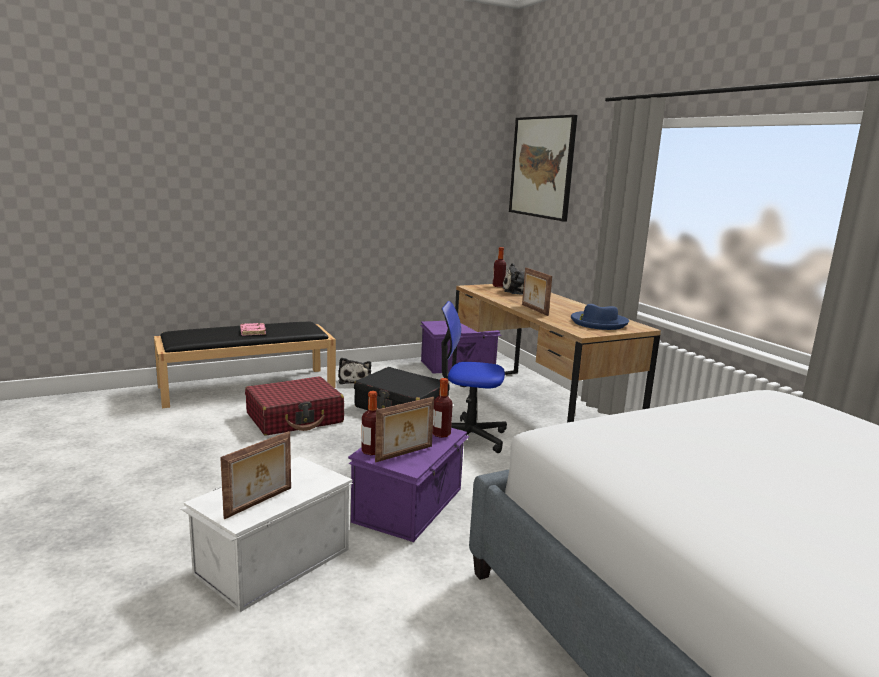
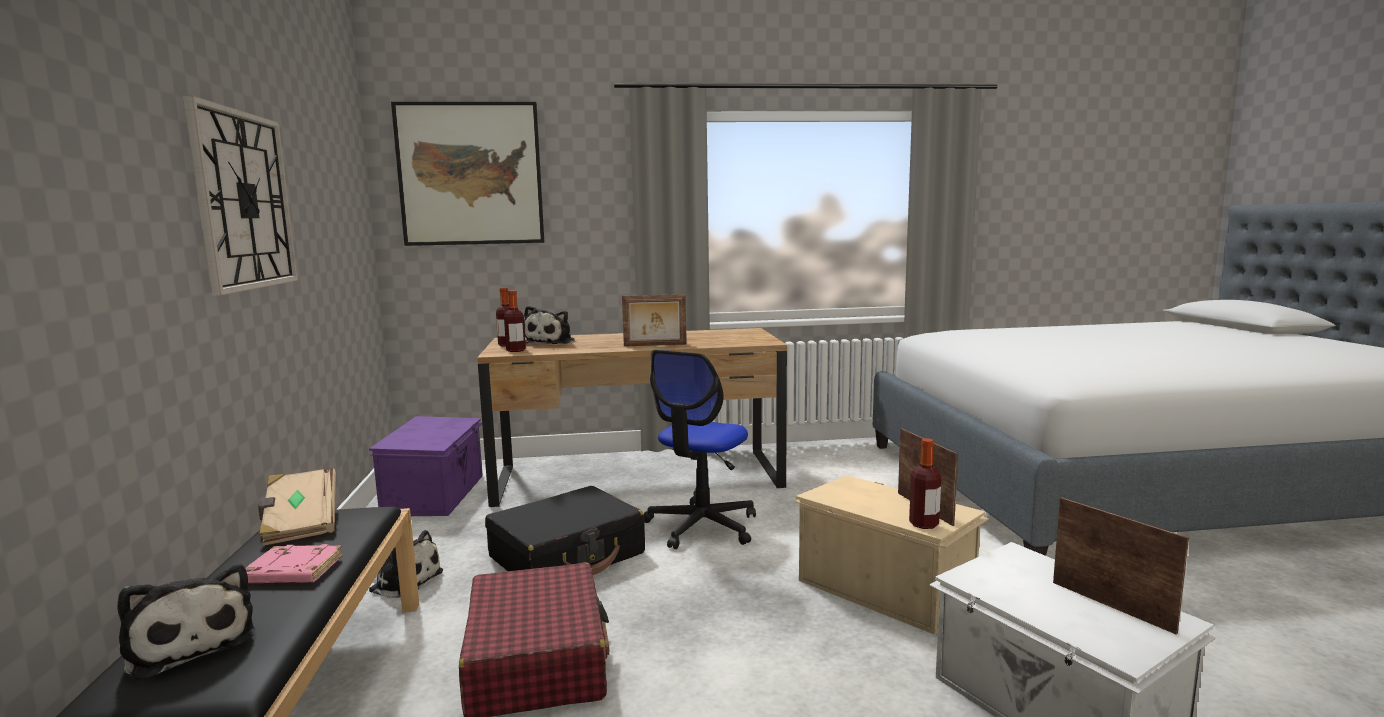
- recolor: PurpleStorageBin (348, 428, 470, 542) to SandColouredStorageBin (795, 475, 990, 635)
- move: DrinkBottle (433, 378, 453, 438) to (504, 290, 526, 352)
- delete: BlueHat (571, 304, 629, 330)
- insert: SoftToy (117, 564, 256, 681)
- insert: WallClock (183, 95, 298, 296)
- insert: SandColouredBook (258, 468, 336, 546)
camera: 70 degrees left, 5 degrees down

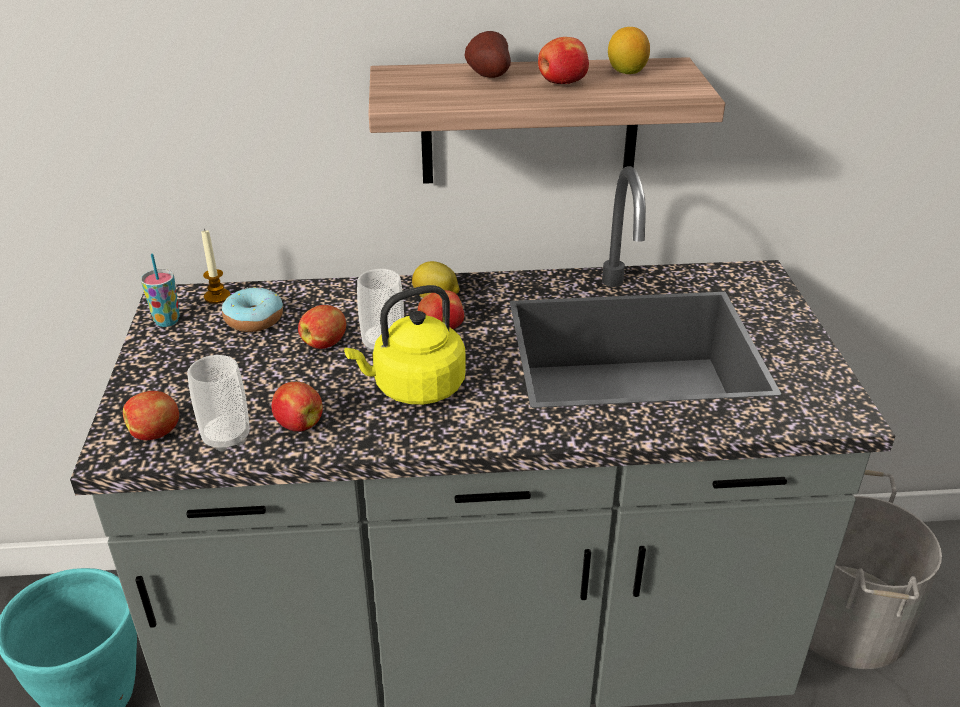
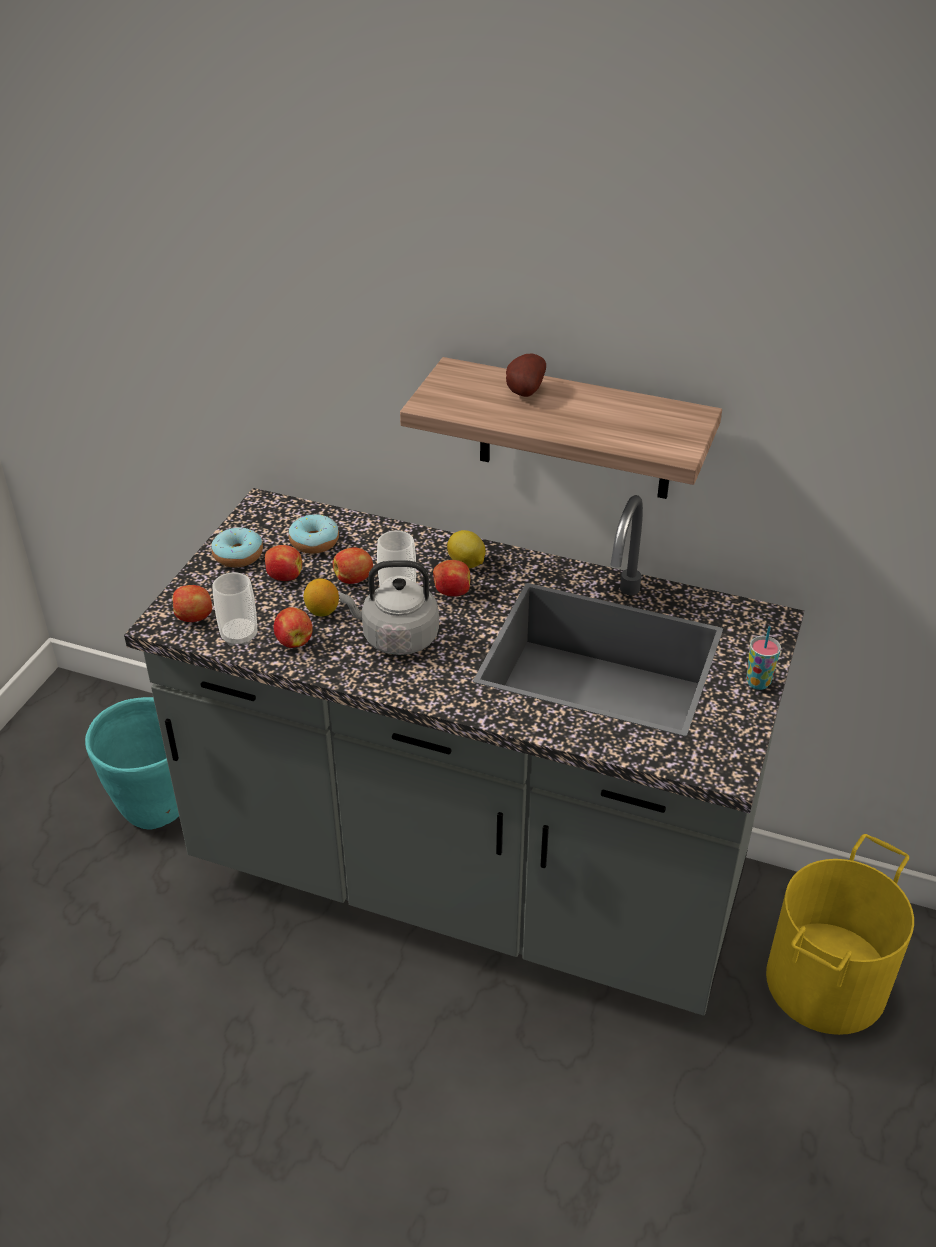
- move: SmallCup (140, 254, 180, 327) to (746, 626, 781, 690)
- delete: Candle (201, 229, 230, 304)
- recolor: YellowColouredTeaKettle (344, 285, 466, 405) to GrayTeaKettle (339, 560, 439, 655)
- move: AppleFruit (538, 37, 589, 84) to (265, 545, 302, 581)
- move: WholeLemon (608, 27, 650, 74) to (303, 578, 339, 616)
- recolor: GrayWaterBucket (809, 470, 942, 669) to YellowColouredWaterBucket (766, 834, 914, 1035)
- insert: Doughnut (211, 527, 263, 567)
camera: 25 degrees right, 5 degrees up

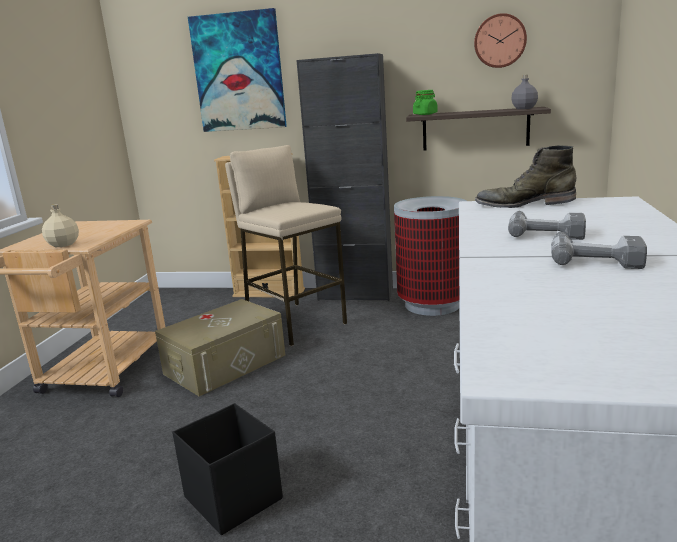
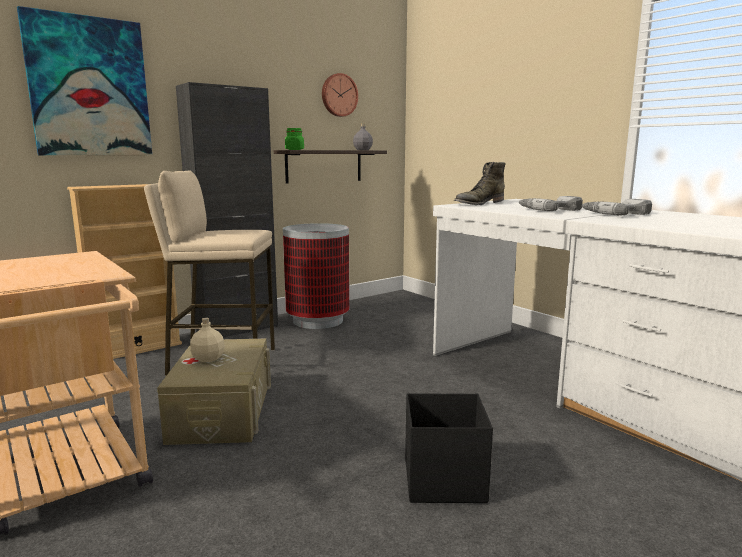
- move: SandColouredDrinkBottle (42, 204, 79, 247) to (190, 318, 225, 362)
camera: 50 degrees left, 5 degrees down

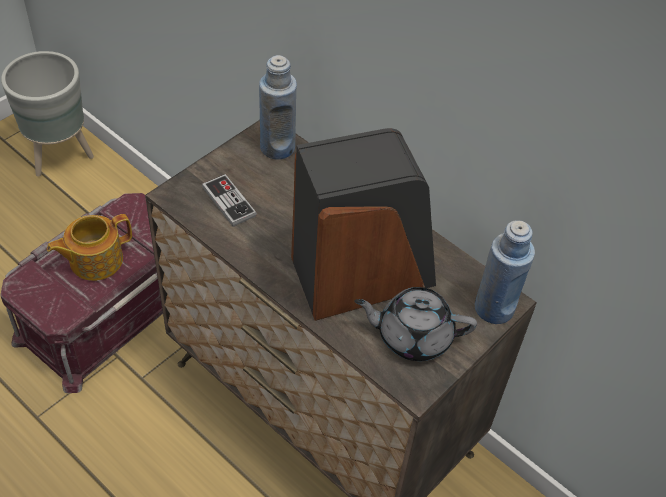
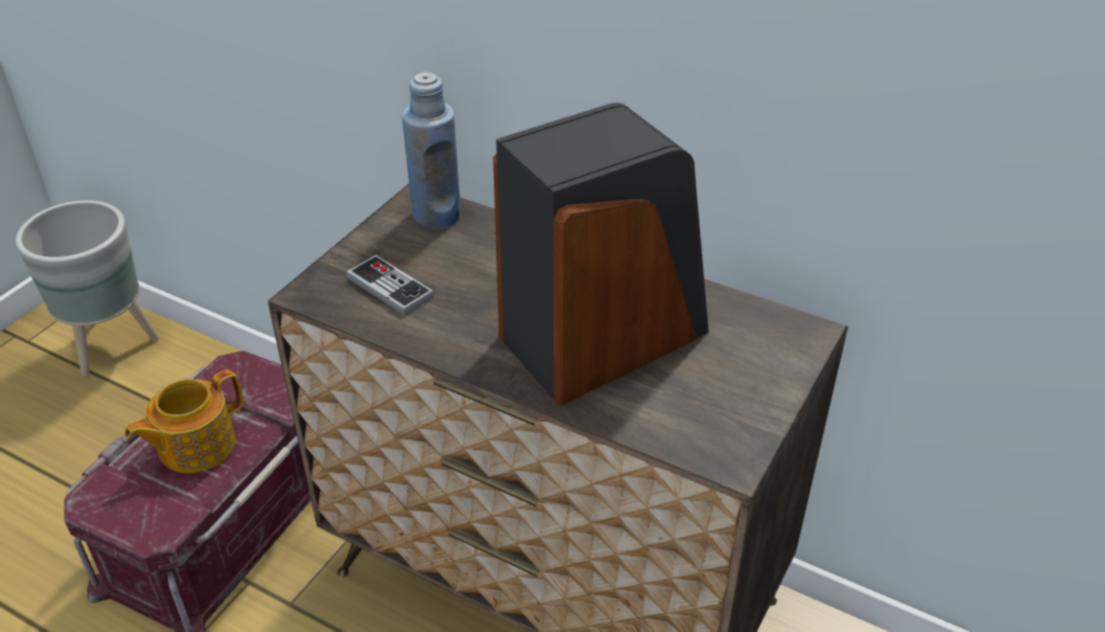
- delete: GrayTeapot (354, 287, 477, 361)
- delete: BlueDrinkBottle (475, 220, 535, 324)
camera: 10 degrees left, 10 degrees down

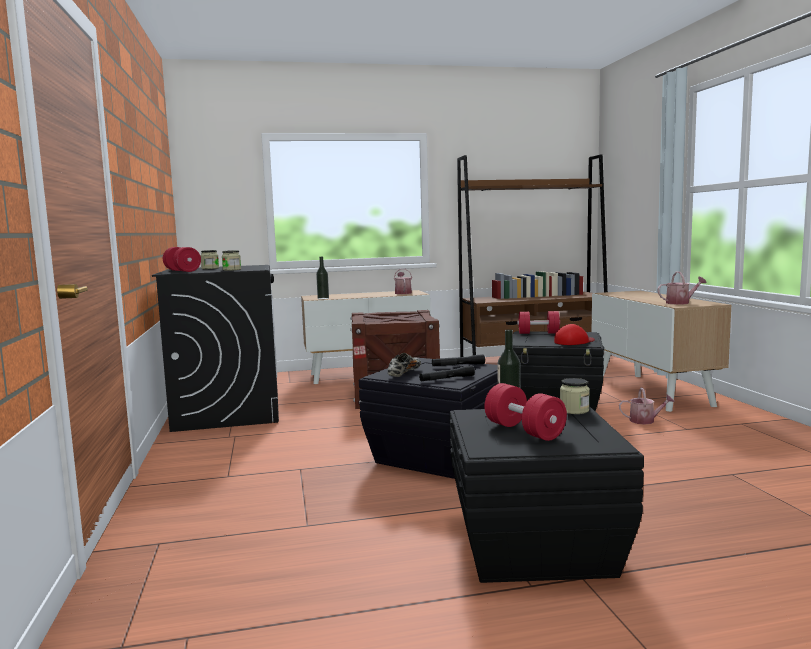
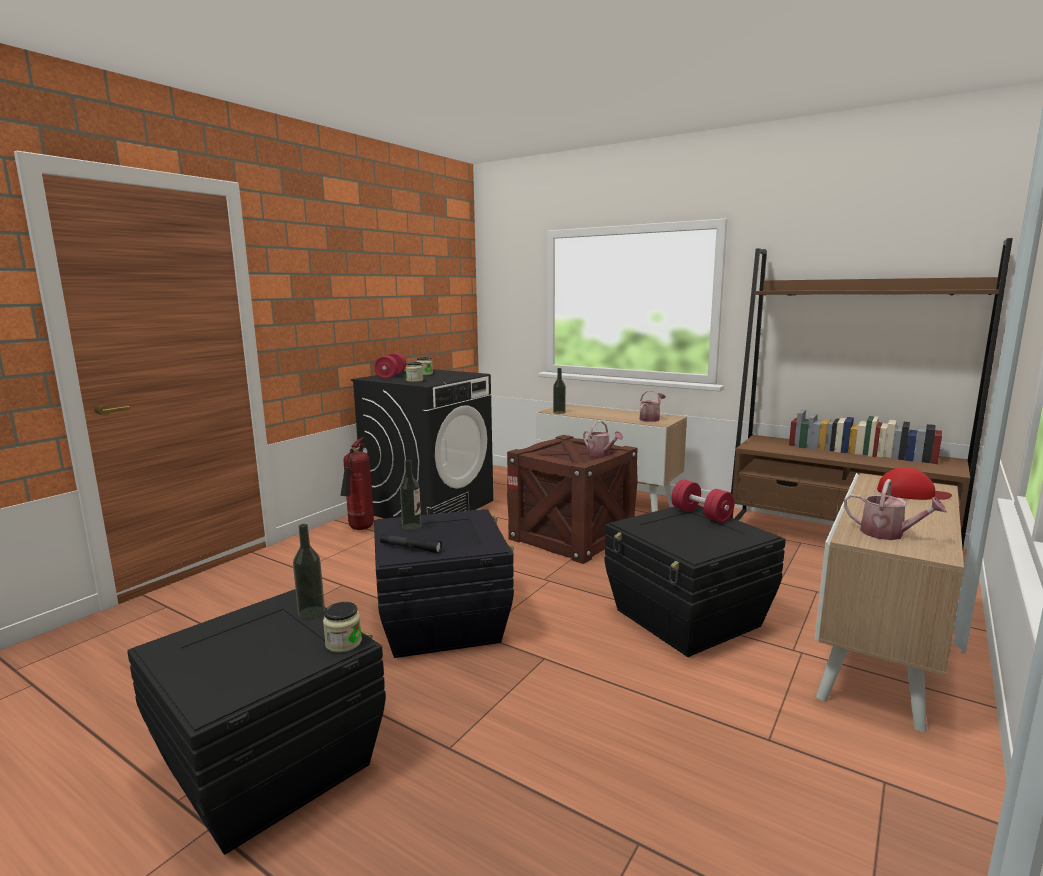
- replace: ItemOfFootwear (387, 353, 421, 377) to DrinkBottle (400, 460, 421, 530)
- delete: BlackFlashlight (432, 354, 485, 366)
- delete: RedFreeWeight (485, 383, 567, 441)
- move: RedBaseballCap (554, 324, 595, 345) to (877, 467, 952, 500)
- move: WateringCan (619, 388, 675, 425) to (583, 421, 623, 457)
- insert: FireFightingCylinder (340, 437, 374, 530)
camera: 45 degrees right, 5 degrees up

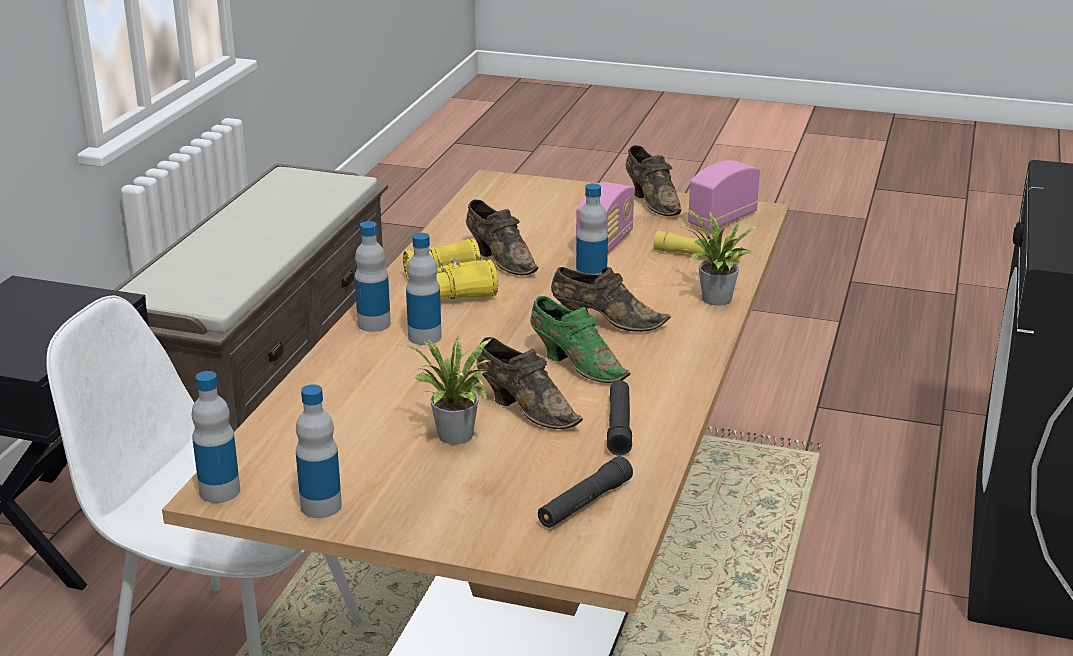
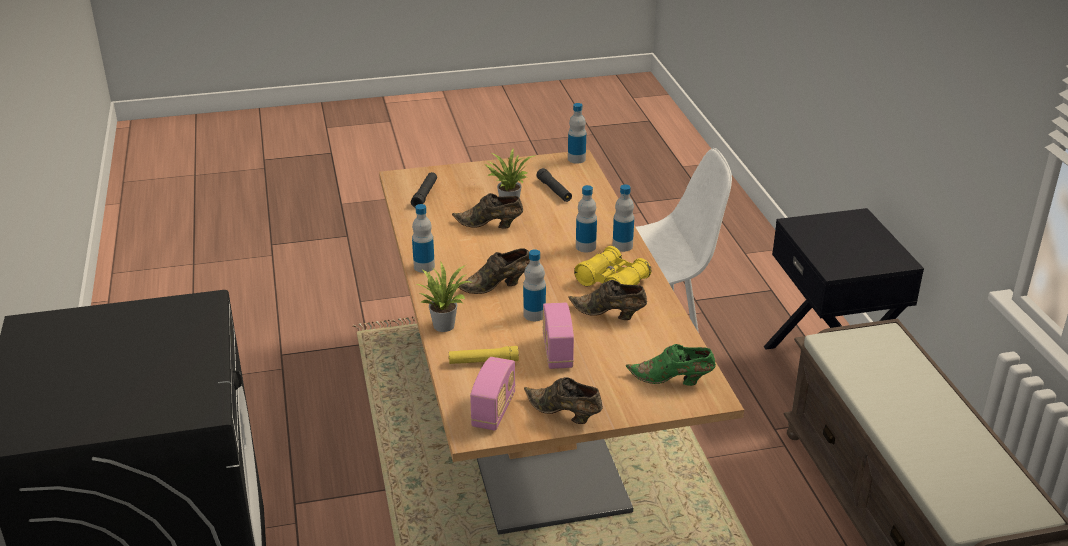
- move: DrinkBottle (296, 384, 342, 518) to (412, 204, 435, 273)
- move: GreenColouredItemOfFootwear (530, 296, 630, 383) to (626, 344, 716, 386)
- move: BlackFlashlight (607, 380, 632, 456) to (537, 168, 572, 202)
camera: 150 degrees right, 5 degrees up

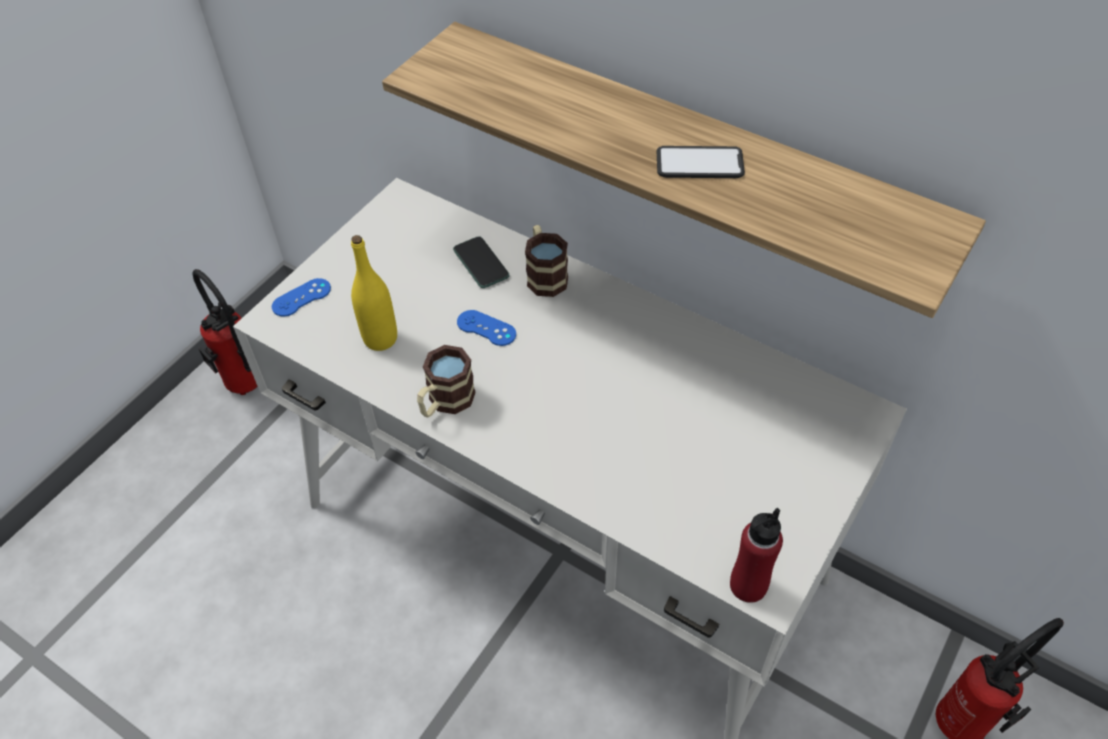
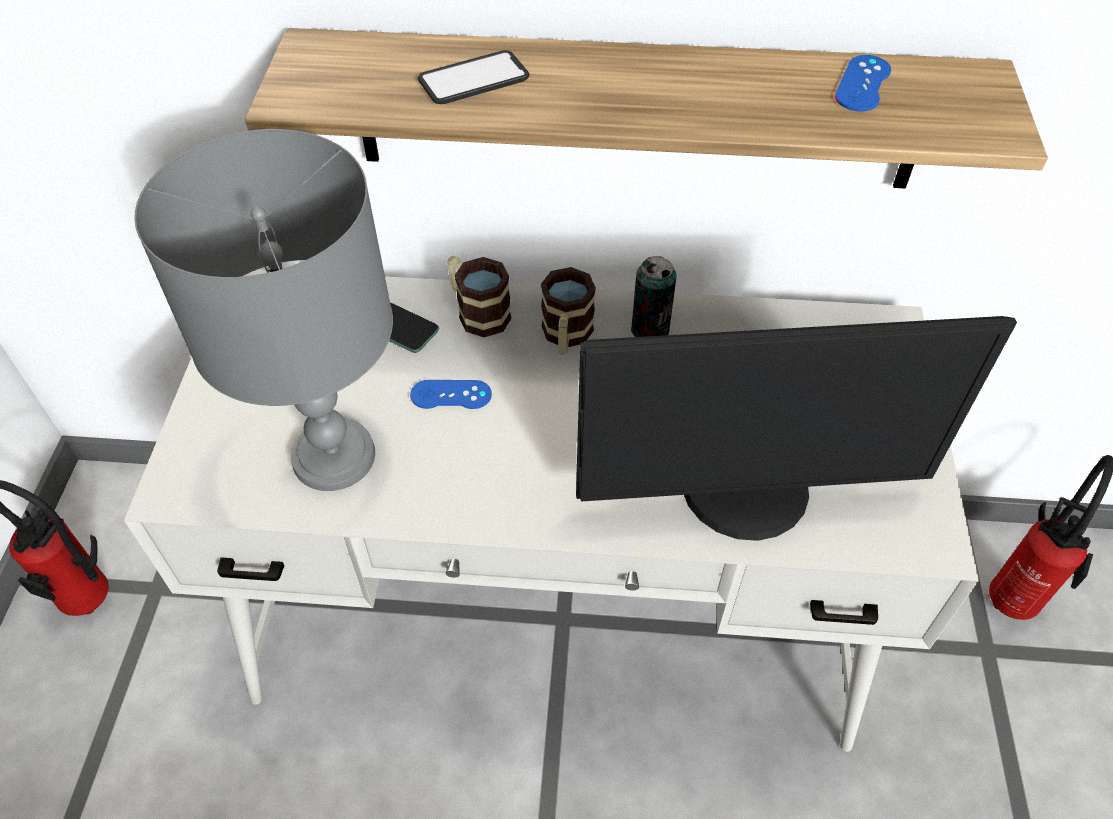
- move: BlueJoypad (272, 278, 331, 317) to (835, 55, 891, 111)
- replace: YellowColouredDrinkBottle (351, 235, 397, 351) to GrayLampForATable (134, 129, 393, 491)
- move: CoffeeMug (417, 345, 476, 418) to (541, 267, 596, 355)
- move: Phone (657, 146, 745, 178) to (418, 50, 530, 104)
- delete: RedDrinkBottle (730, 508, 783, 603)
- insert: Monitor (576, 316, 1017, 541)
- insert: MetalCan (631, 256, 676, 337)
camera: 30 degrees left, 0 degrees up

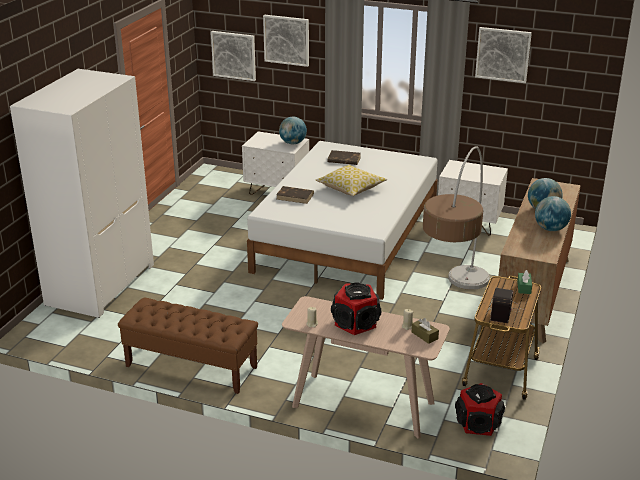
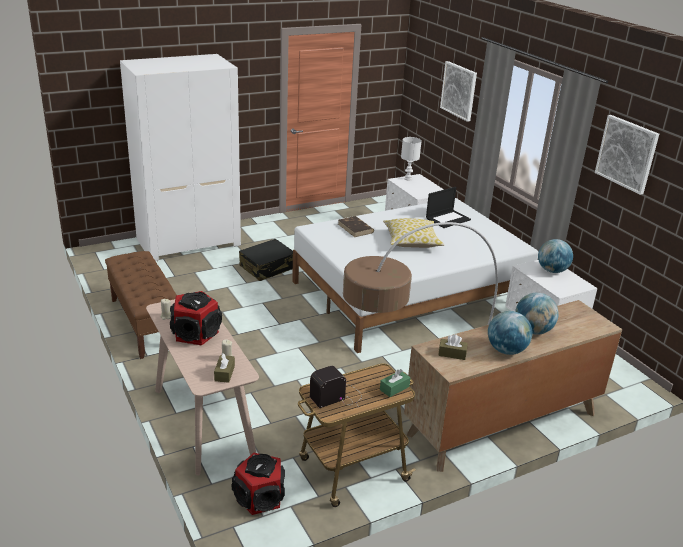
- delete: Picture (211, 31, 256, 81)
- move: DeskGlobe (279, 117, 307, 144) to (538, 239, 573, 273)
- replace: BrownColouredBook (327, 150, 361, 165) to PortableComputer (426, 187, 471, 228)
- insert: BlackSuitcase (239, 239, 293, 281)
- insert: WhiteColouredLampForATable (401, 137, 422, 180)
- insert: BrownColouredTissueBox (438, 334, 468, 360)
camera: 40 degrees right, 0 degrees up

